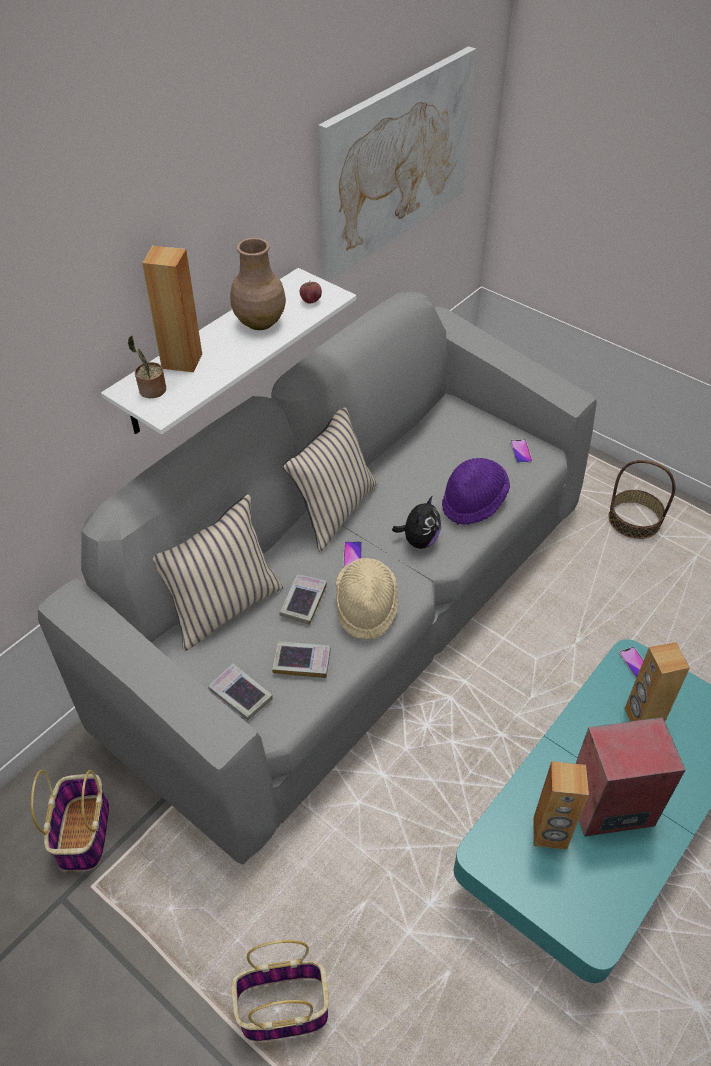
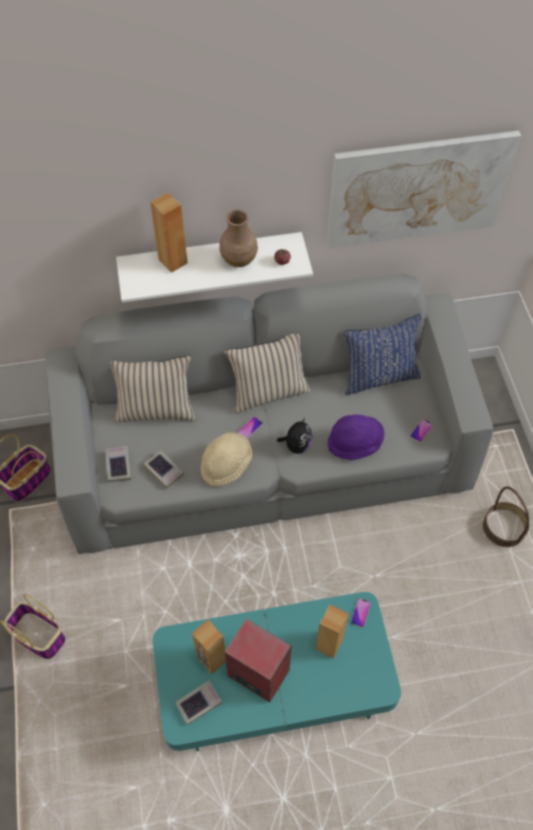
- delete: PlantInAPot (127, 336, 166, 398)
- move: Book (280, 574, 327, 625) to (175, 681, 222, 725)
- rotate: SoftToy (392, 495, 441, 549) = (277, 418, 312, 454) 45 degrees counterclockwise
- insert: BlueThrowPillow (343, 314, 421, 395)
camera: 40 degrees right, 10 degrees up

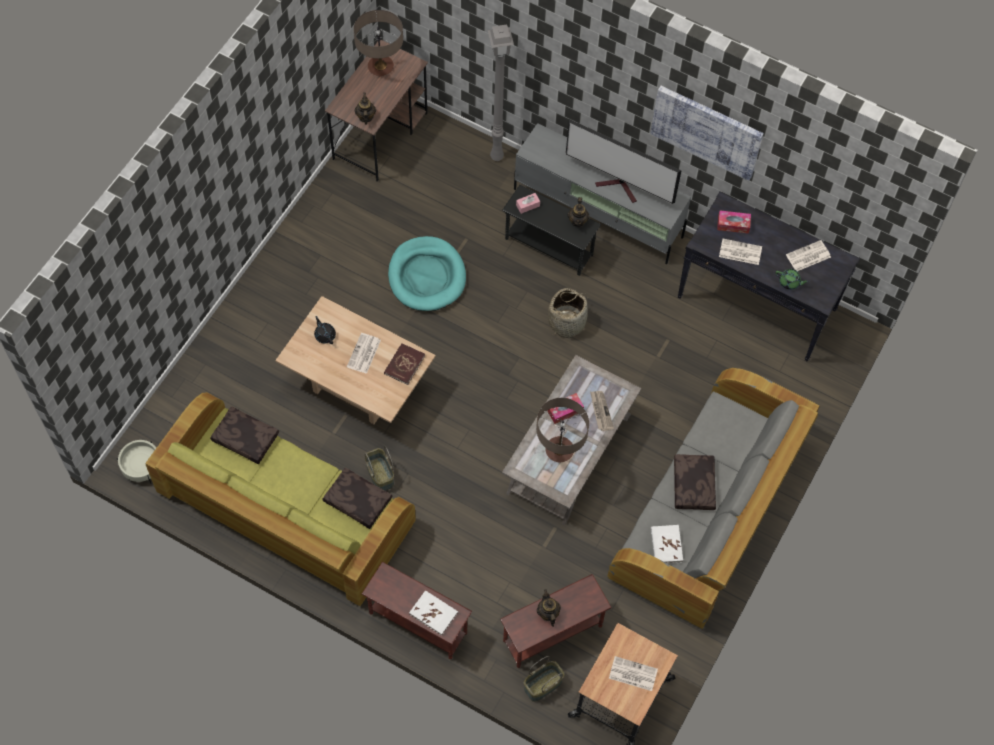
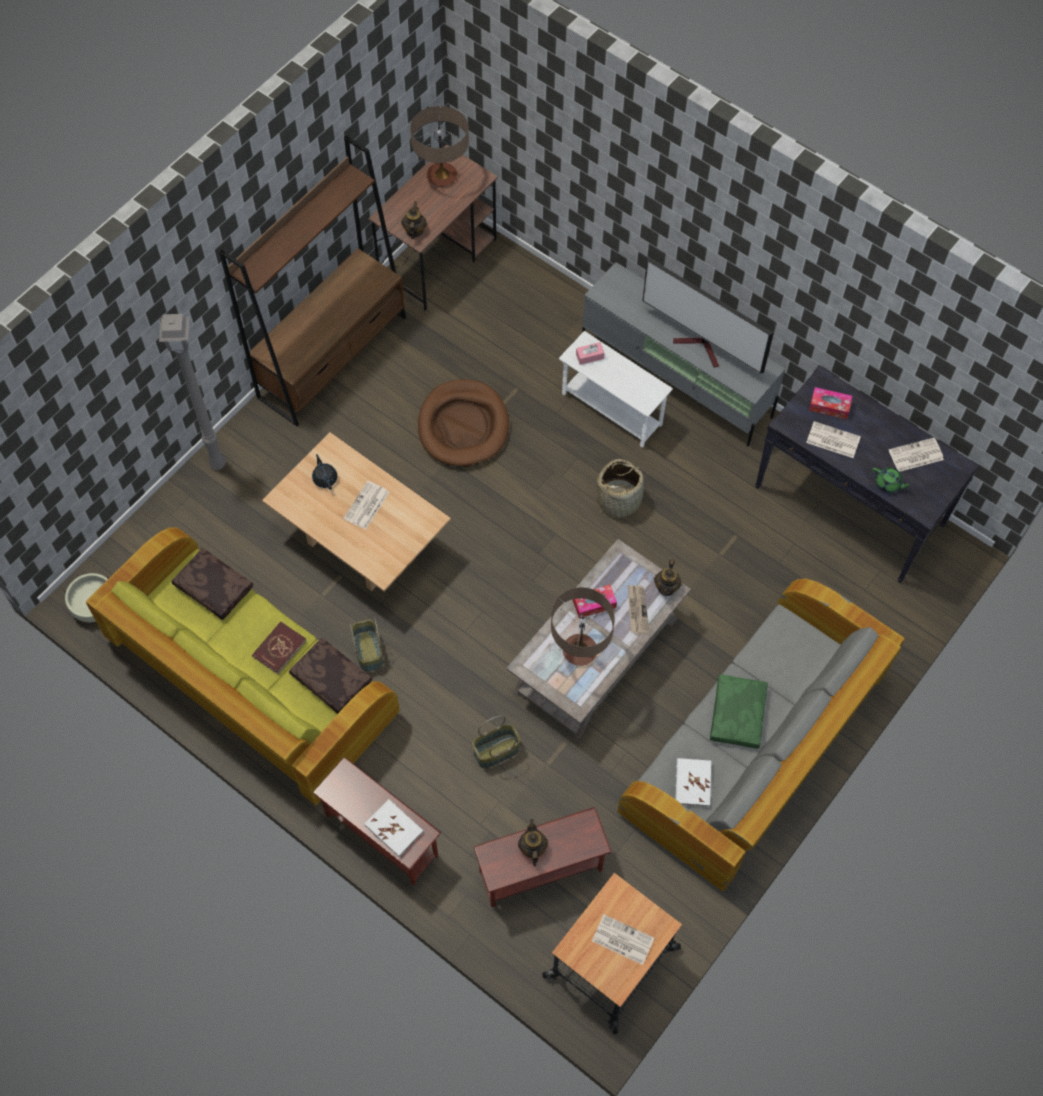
- move: RedBook (384, 343, 425, 385) to (252, 622, 306, 674)
- recolor: TurquoiseColouredDogCushion (388, 236, 466, 311) to BrownColouredDogCushion (418, 379, 509, 467)
- move: GrayStandardLamp (488, 25, 514, 161) to (159, 314, 226, 470)
- recolor: BlackAccentTable (502, 185, 601, 276) to WhiteColouredAccentTable (559, 331, 673, 447)
- move: HouseholdBasket (524, 656, 564, 702) to (472, 715, 521, 768)
- move: Teapot (568, 197, 590, 227) to (654, 559, 682, 596)
- delete: Picture (650, 86, 764, 181)
- recolor: BrownColouredThrowPillow (674, 454, 716, 510) to GreenColouredThrowPillow (710, 674, 767, 748)
- insert: BrownColouredBookcase (219, 135, 406, 426)
camera: 10 degrees right, 0 degrees up

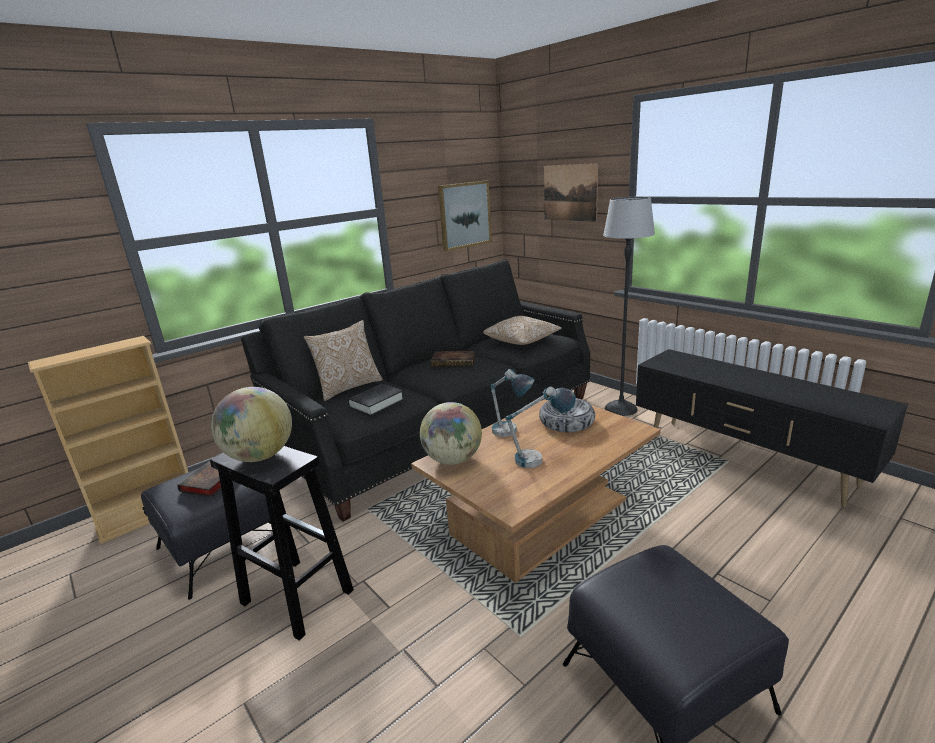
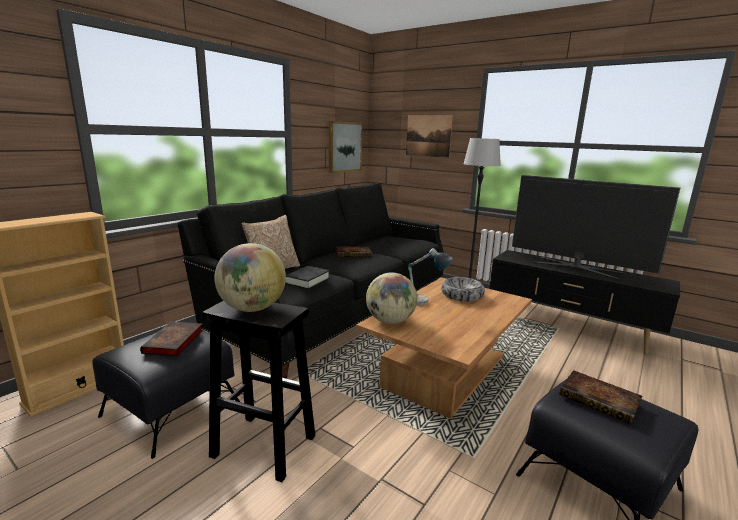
- delete: ThrowPillow (483, 316, 562, 345)
- delete: LampForATable (505, 386, 576, 468)
- insert: Television (512, 175, 680, 279)
- insert: Book (559, 370, 642, 425)
camera: 15 degrees left, 5 degrees down

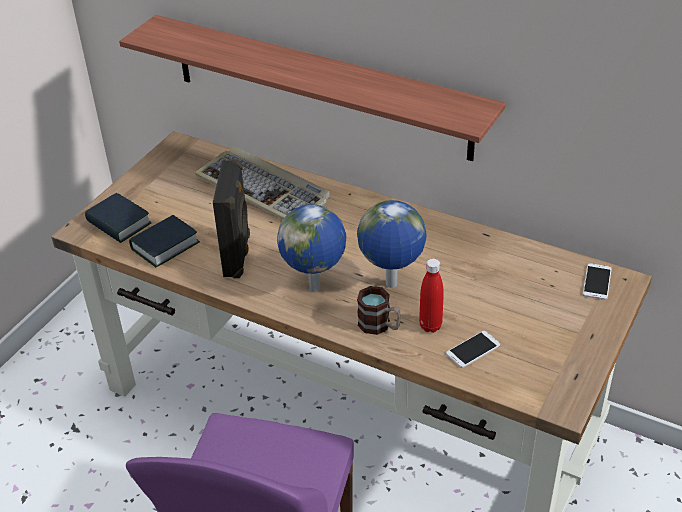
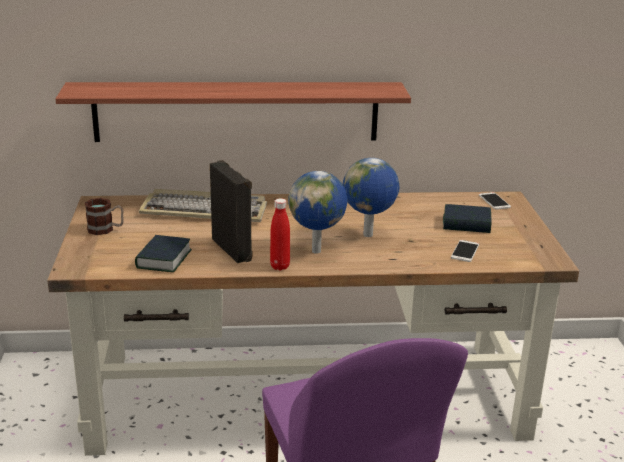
- move: Book (85, 193, 151, 243) to (443, 204, 492, 233)
- move: CoffeeMug (357, 286, 401, 335) to (85, 198, 123, 235)
- move: RedDrinkBottle (419, 258, 444, 333) to (270, 198, 290, 270)
camera: 35 degrees left, 15 degrees down

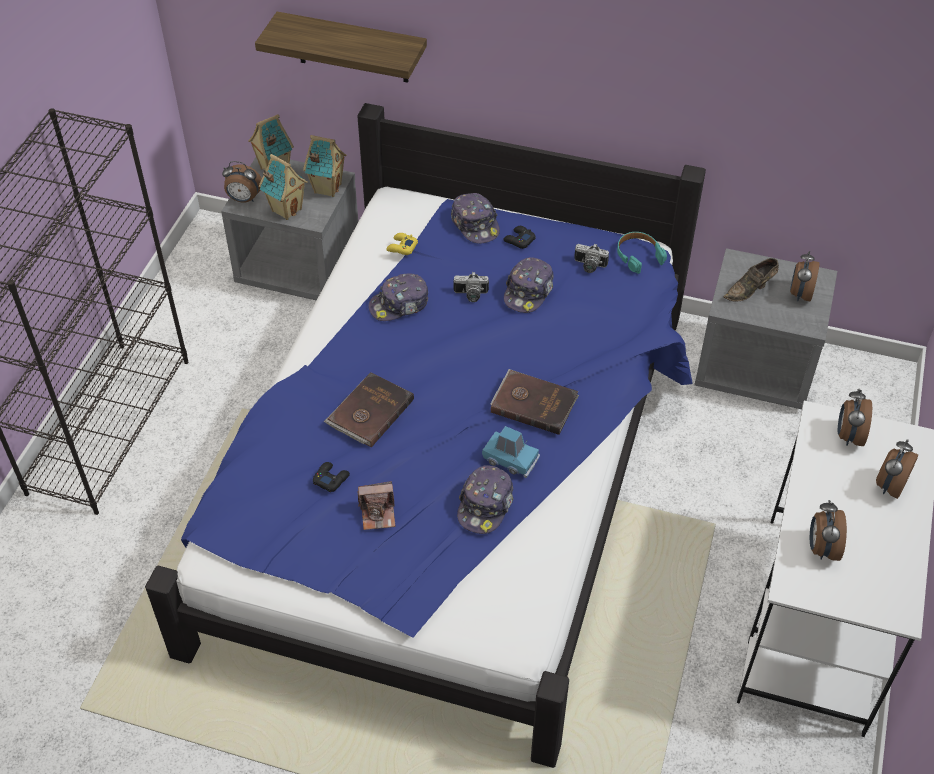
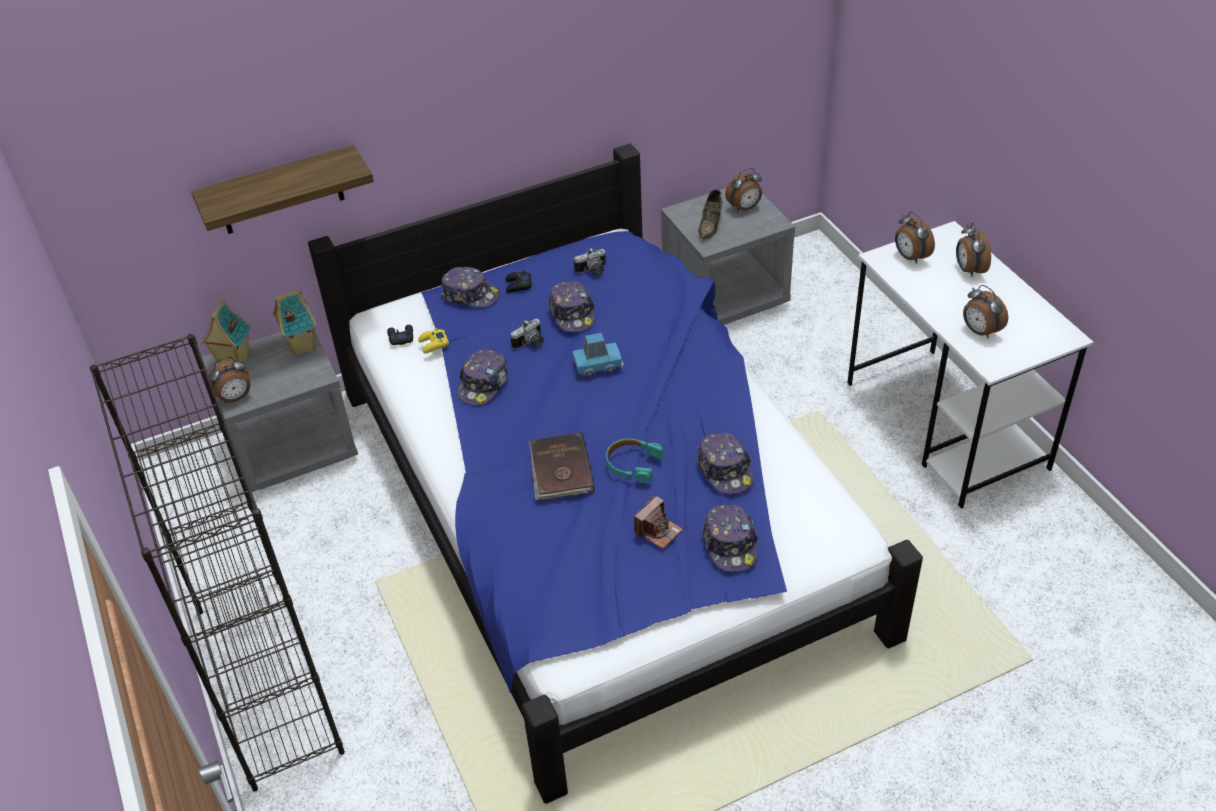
- delete: ModelHouse (259, 154, 308, 220)
- move: BlackJoypad (313, 462, 350, 492) to (387, 325, 413, 345)
- move: BlueModelCar (482, 426, 540, 478) to (572, 333, 624, 376)
- delete: BrownColouredBook (490, 369, 579, 435)
- move: TurquoiseColouredHeadset (617, 232, 667, 274) to (606, 439, 663, 483)
- rotate: TableClock (790, 251, 820, 301) = (725, 168, 762, 212) 90 degrees counterclockwise
- insert: BaseballCap (702, 505, 759, 572)
camera: 40 degrees left, 5 degrees down

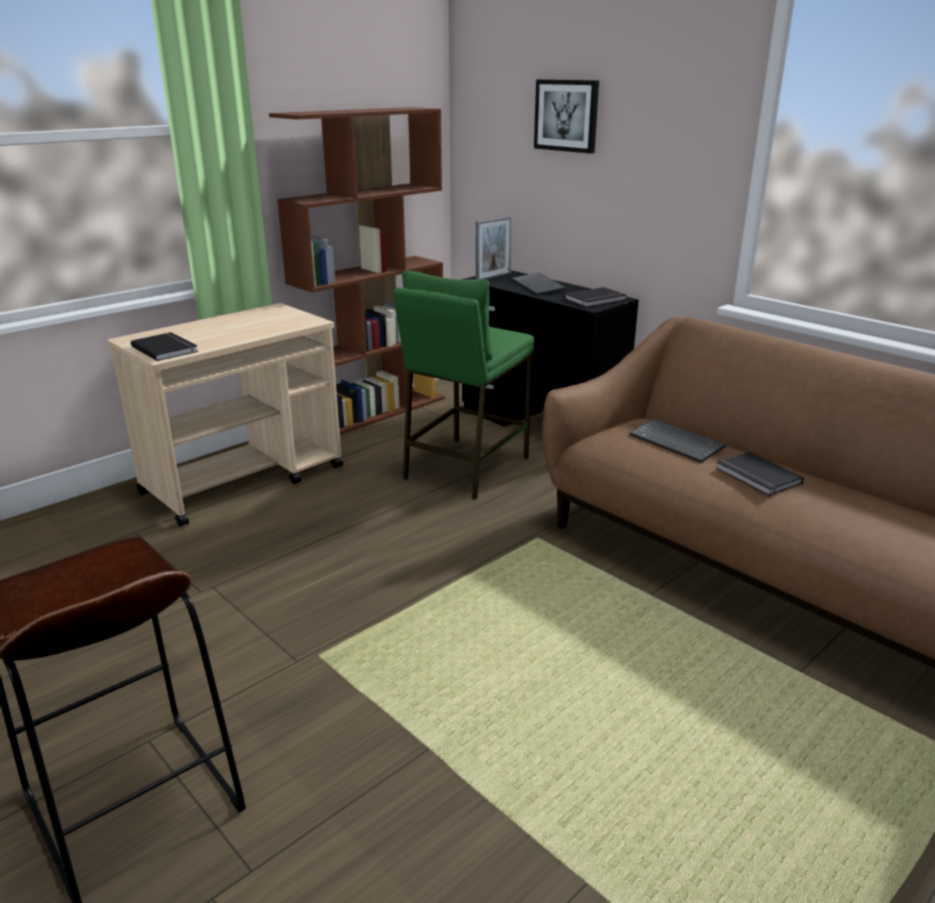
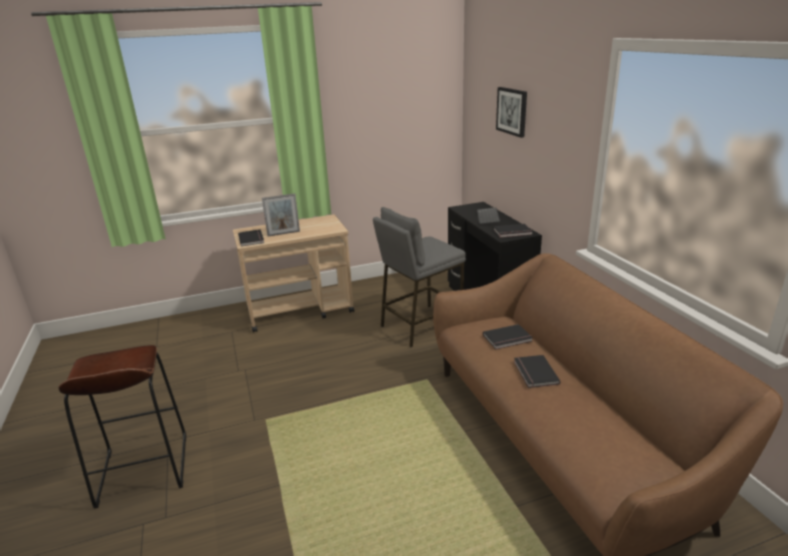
- delete: BrownColouredBookcase (269, 107, 445, 435)
- recolor: GreenColouredSittingStool (394, 271, 534, 500) to GraySittingStool (373, 207, 466, 347)
- move: StandingFrame (476, 216, 512, 280) to (262, 193, 300, 237)
- replace: ComputerKeyboard (630, 419, 726, 463) to BlackBook (483, 324, 533, 349)
camera: 25 degrees right, 0 degrees up

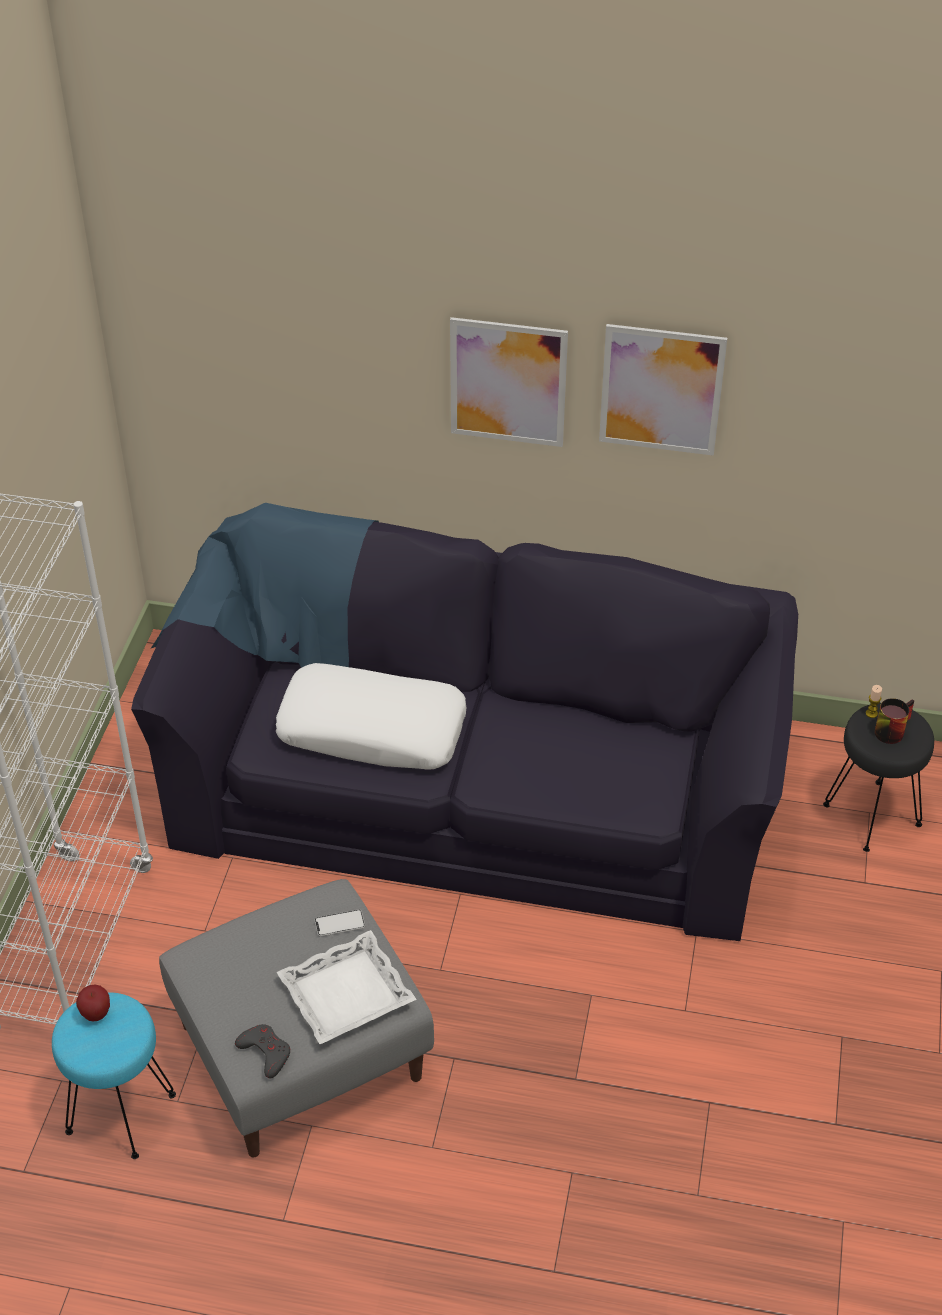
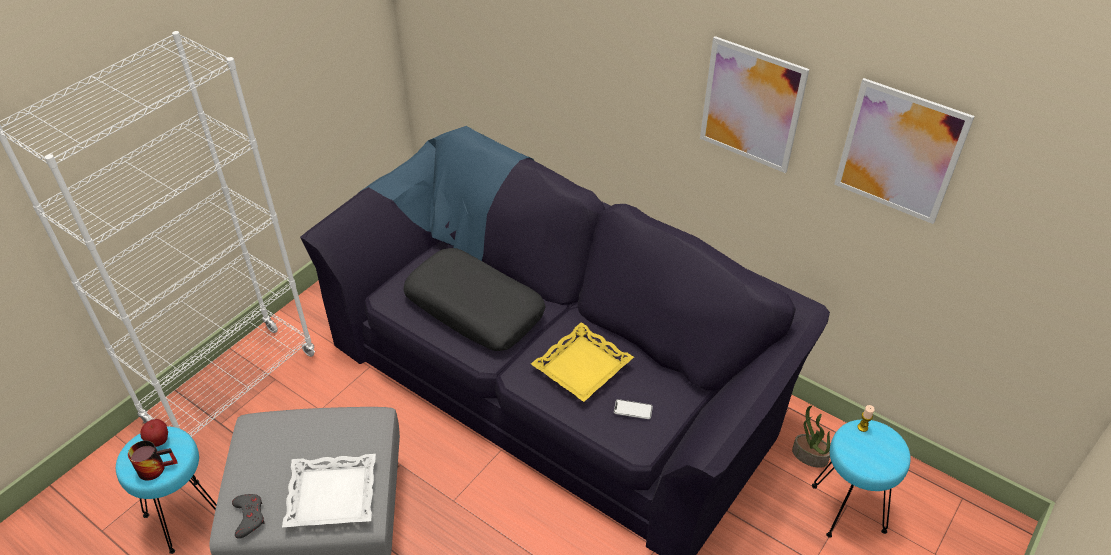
- recolor: WhiteColouredThrowPillow (276, 663, 466, 770) to BlackThrowPillow (404, 248, 545, 351)
- move: Phone (314, 909, 365, 937) to (614, 399, 653, 419)
- move: Picture (450, 317, 568, 447) to (834, 78, 975, 224)
- recolor: BlackSittingStool (823, 703, 934, 852) to TurquoiseColouredSittingStool (812, 419, 911, 538)
- move: CoffeeMug (875, 698, 914, 744) to (128, 441, 177, 481)
- insert: YellowColouredServingTray (531, 322, 634, 402)
- insert: PlantInAPot (792, 405, 830, 468)
camera: 25 degrees right, 0 degrees up

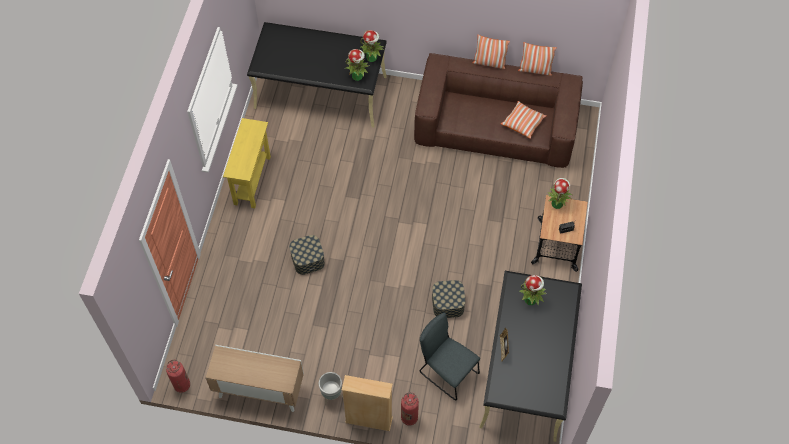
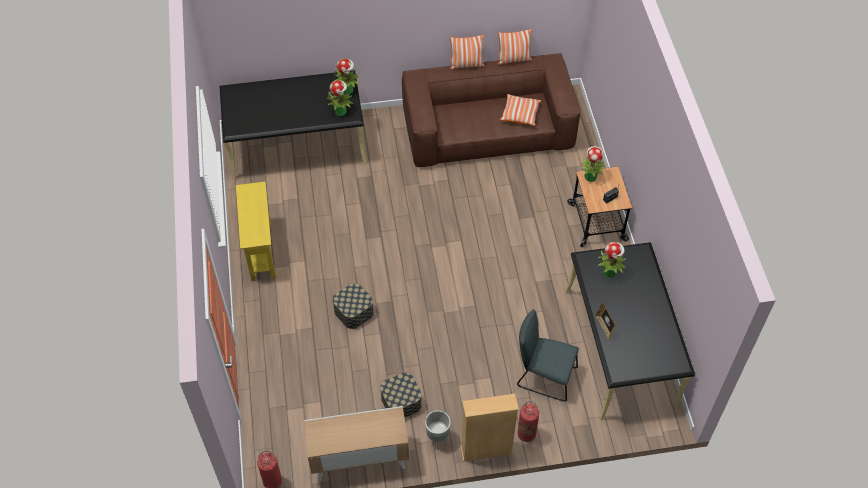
- move: StorageBin (432, 280, 466, 318) to (380, 373, 422, 418)
camera: 20 degrees left, 5 degrees down

